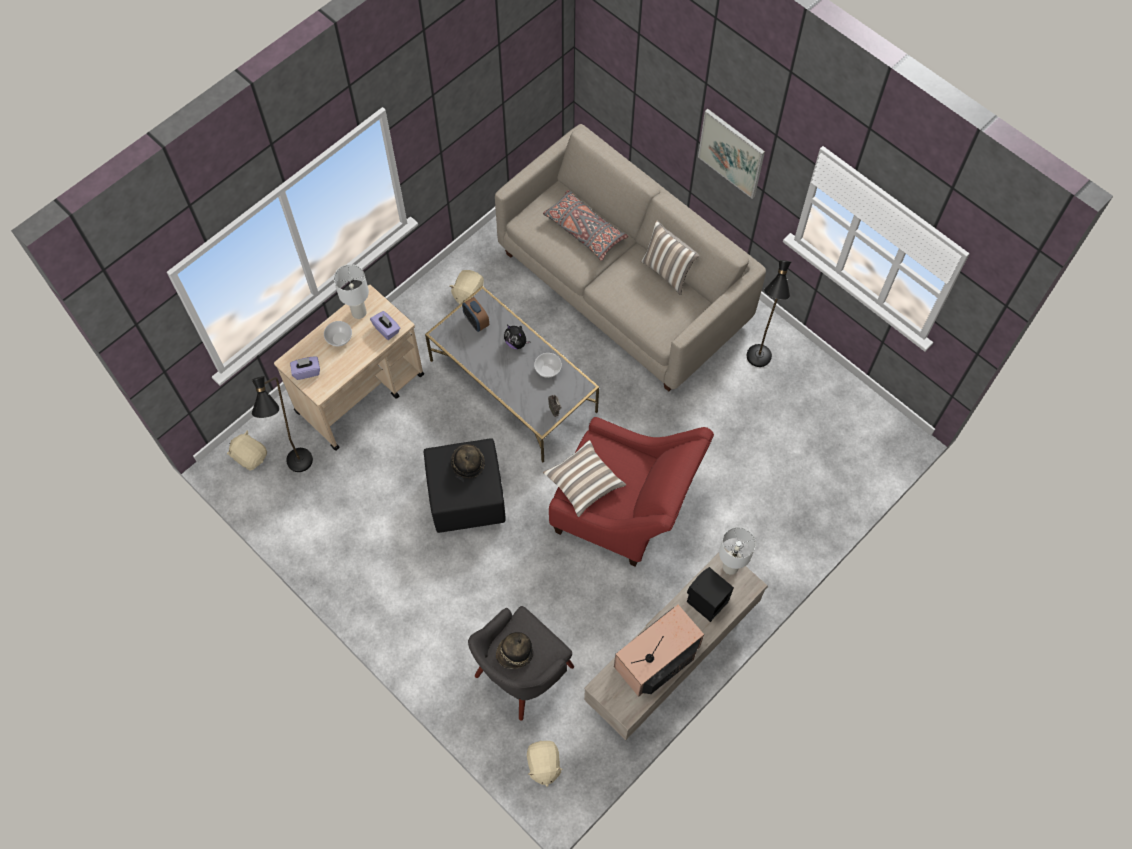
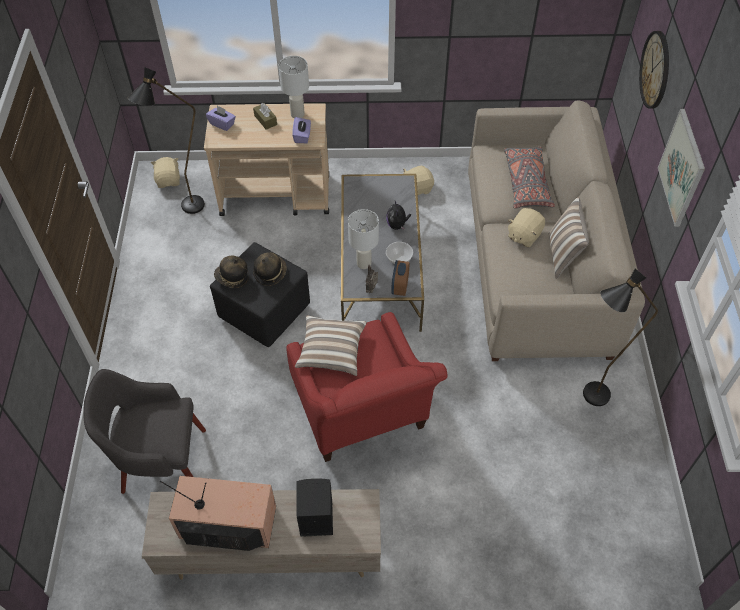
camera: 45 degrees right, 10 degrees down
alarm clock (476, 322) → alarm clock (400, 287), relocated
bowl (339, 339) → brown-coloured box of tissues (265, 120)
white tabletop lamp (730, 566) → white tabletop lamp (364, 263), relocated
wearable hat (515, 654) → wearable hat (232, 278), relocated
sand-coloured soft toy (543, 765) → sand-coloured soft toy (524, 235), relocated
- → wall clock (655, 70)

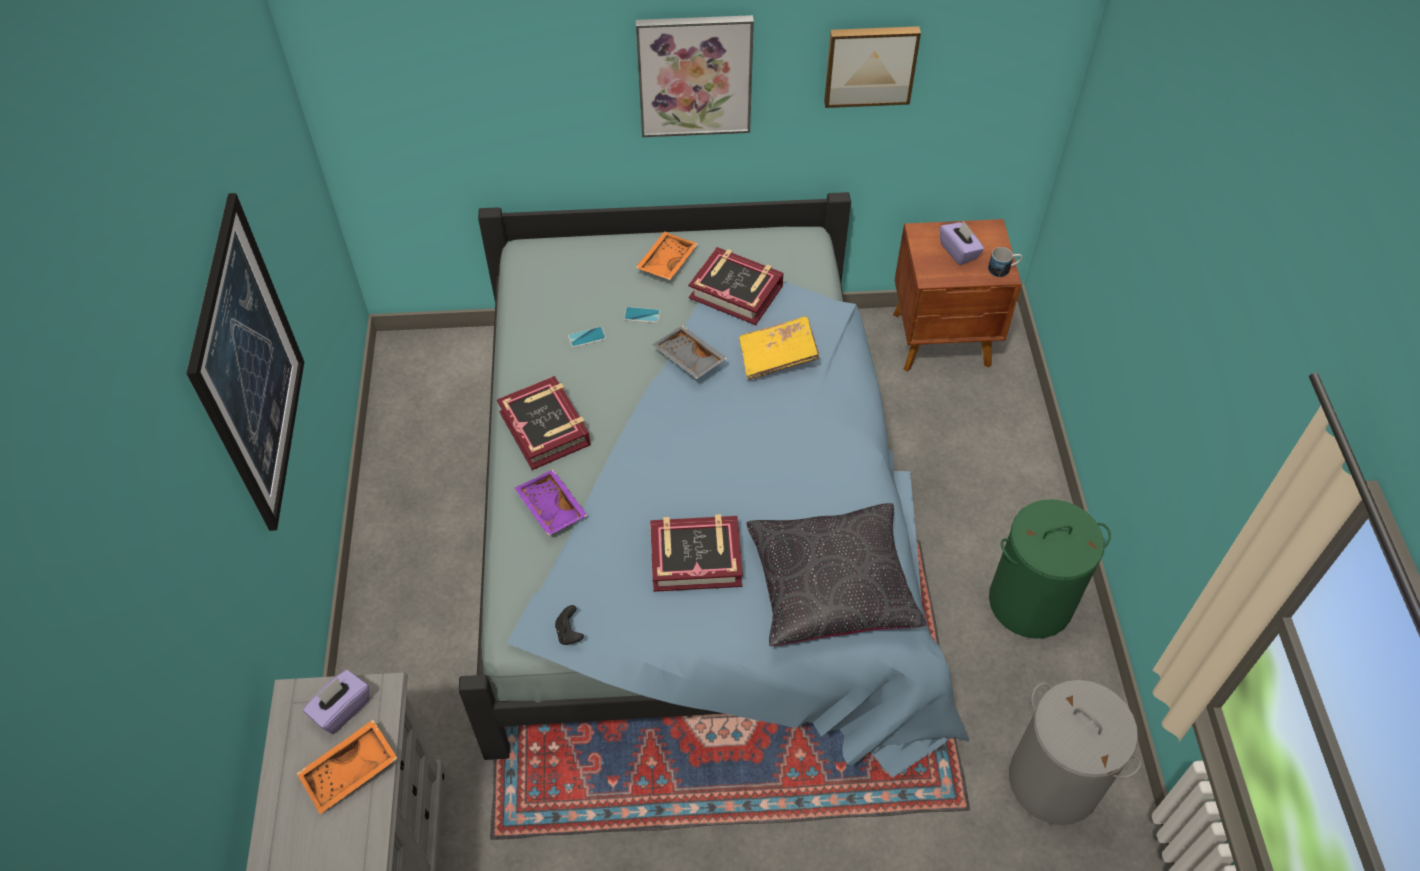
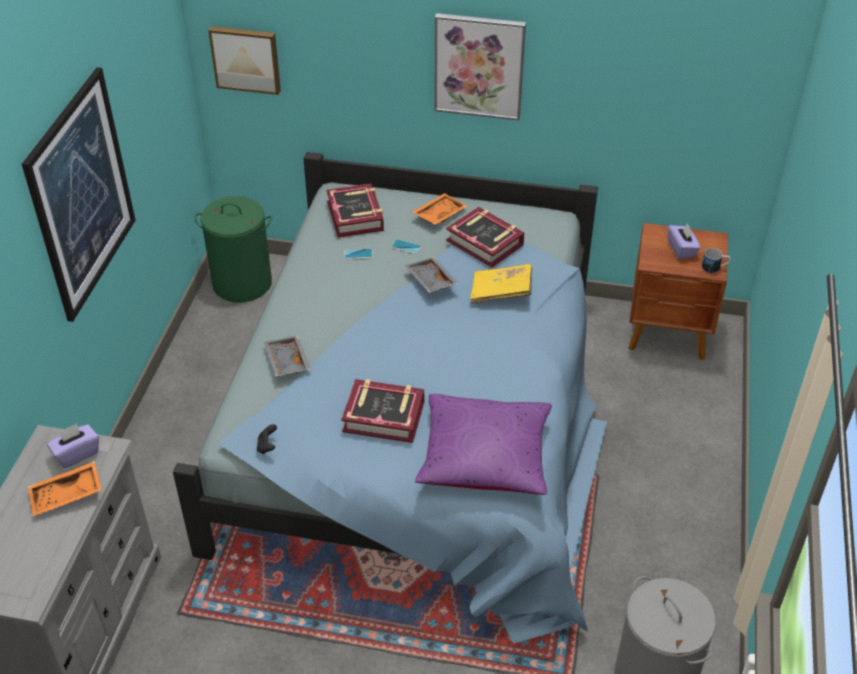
camera: 15 degrees right, 10 degrees down
wall picture (870, 64) → wall picture (246, 58), relocated
volume (545, 428) → volume (356, 216), relocated
purplish carrying tray (550, 508) → gray carrying tray (286, 362)
greenish hamper (1031, 601) → greenish hamper (243, 283), relocated
black pillow (831, 586) → purplish pillow (484, 457)

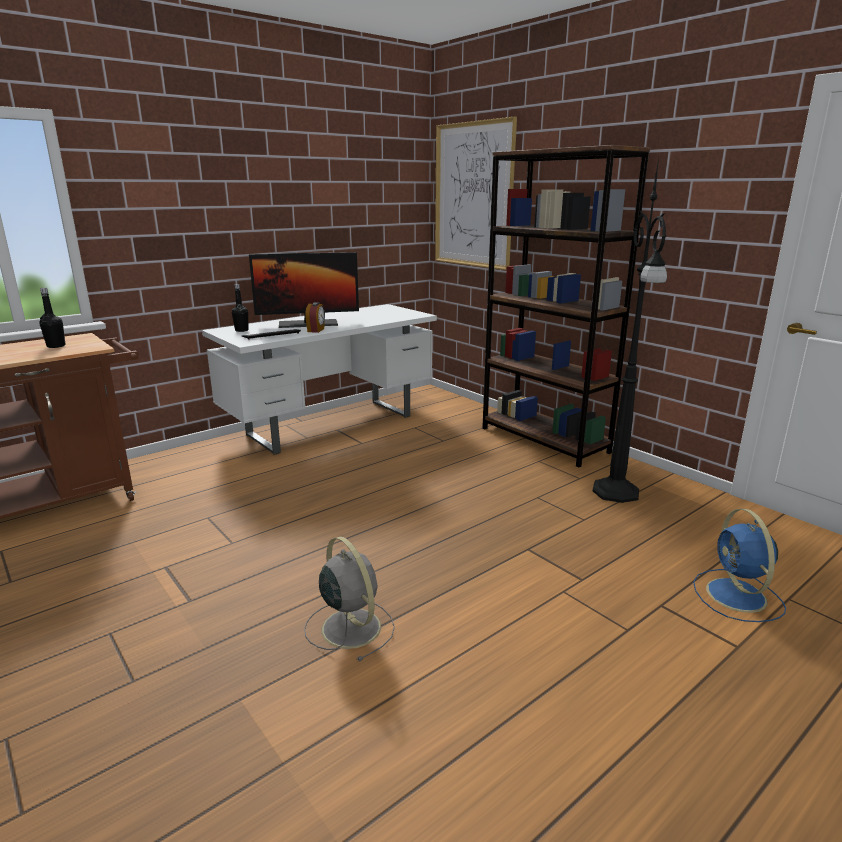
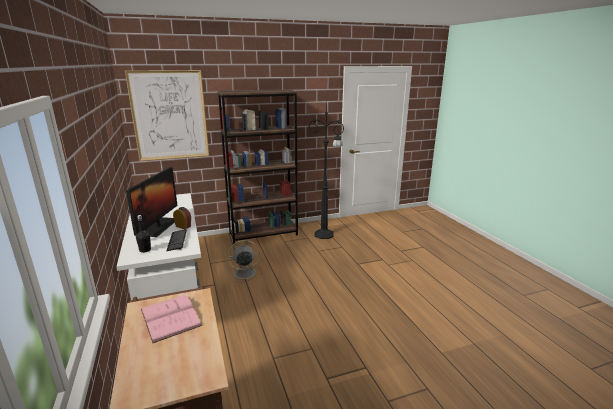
camera: 70 degrees left, 0 degrees up
black beverage bottle (56, 346) → pink volume (170, 317)
blue-coloured fan (737, 597) → -
gray fan (350, 626) → gray fan (243, 273), relocated

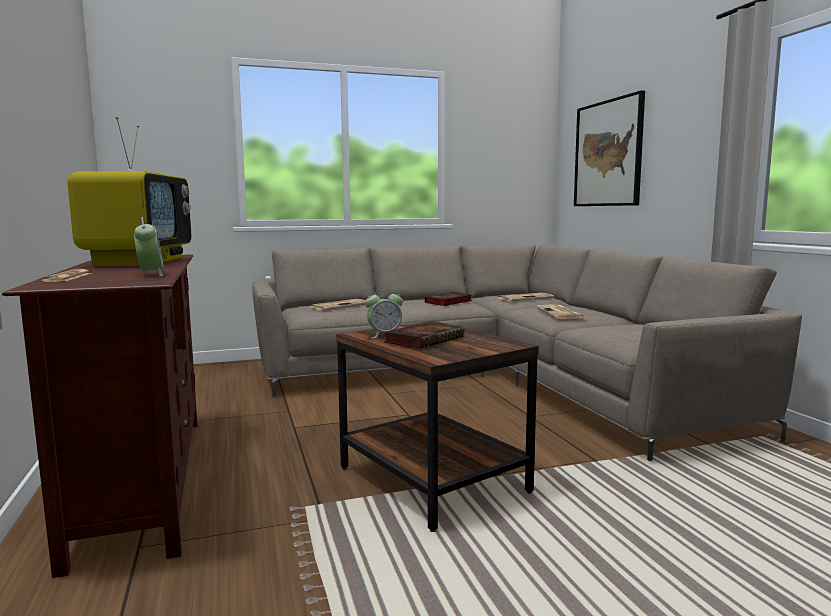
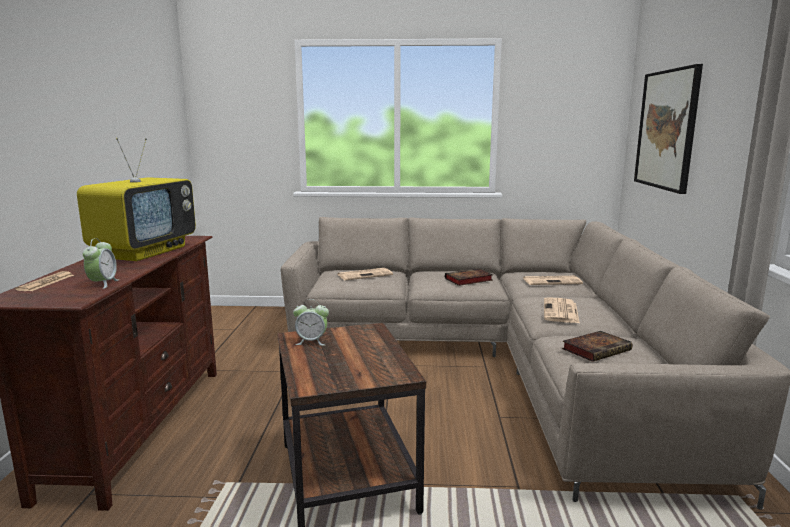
camera: 20 degrees right, 5 degrees up
volume (425, 340) → volume (597, 349), relocated

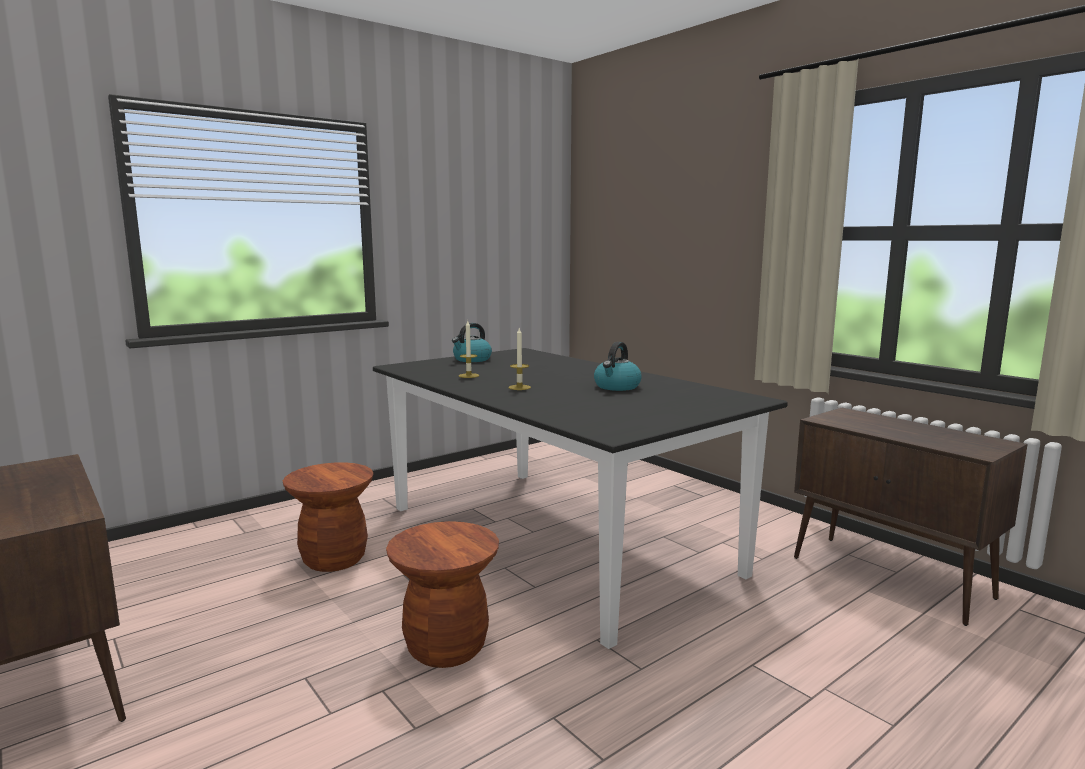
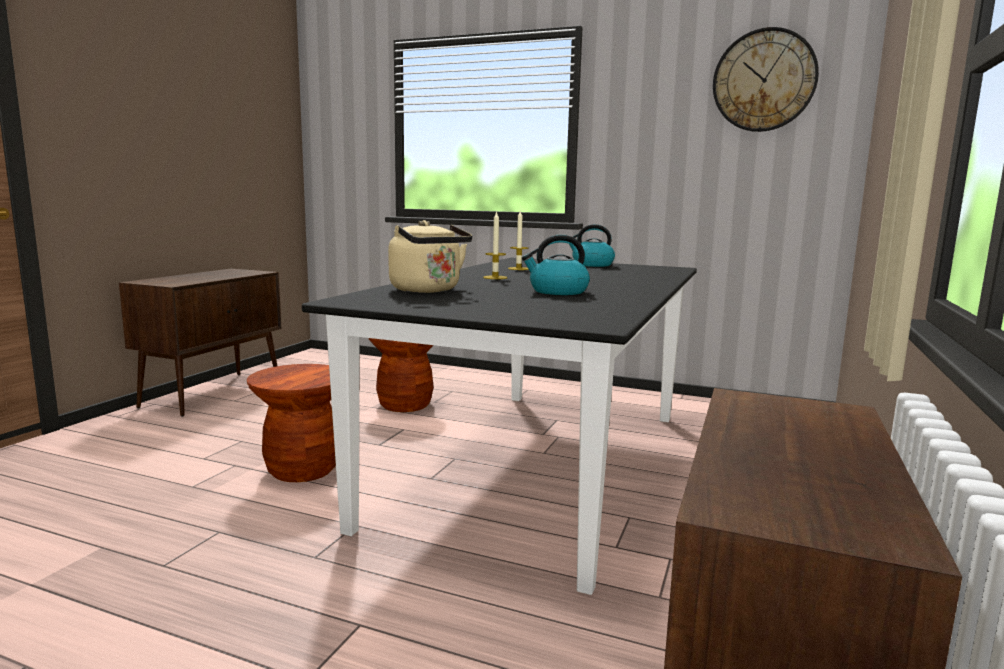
camera: 60 degrees right, 0 degrees up
- → wall clock (764, 80)
- → sand-coloured tea kettle (428, 290)

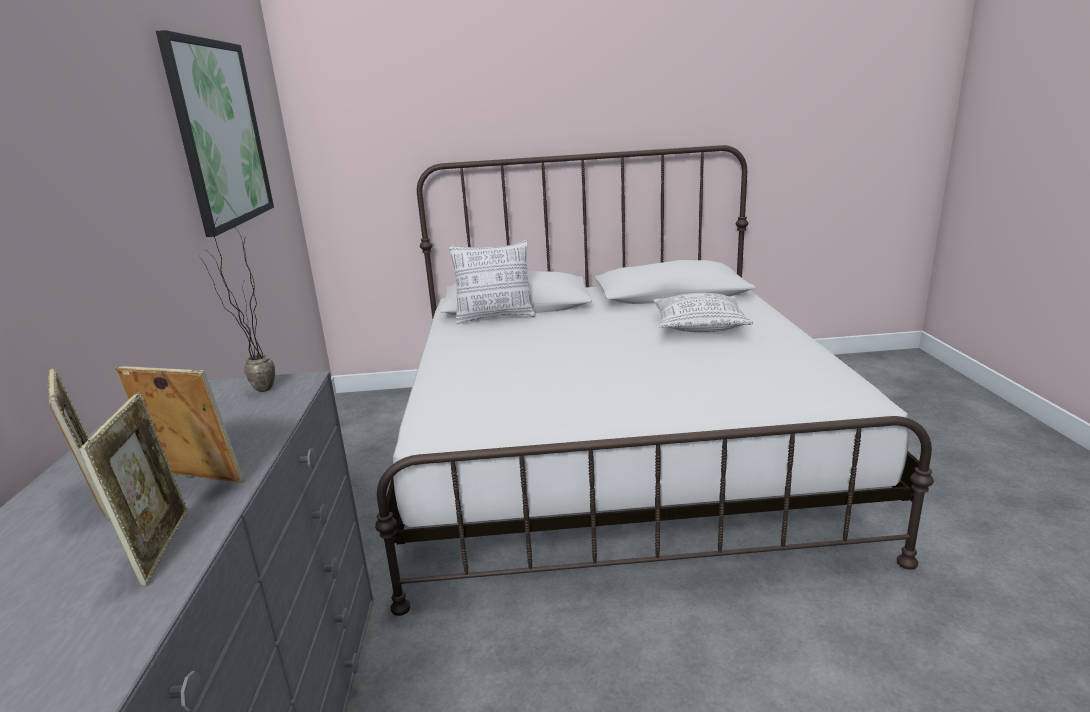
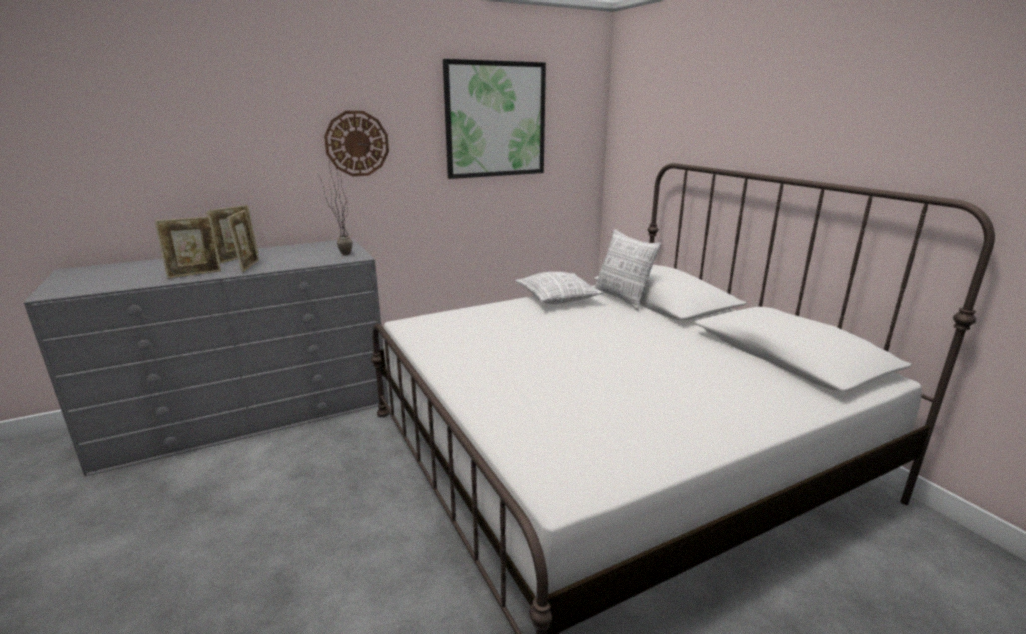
camera: 65 degrees right, 0 degrees up
pillow (699, 326) → pillow (558, 298), relocated
- → wall clock (357, 143)

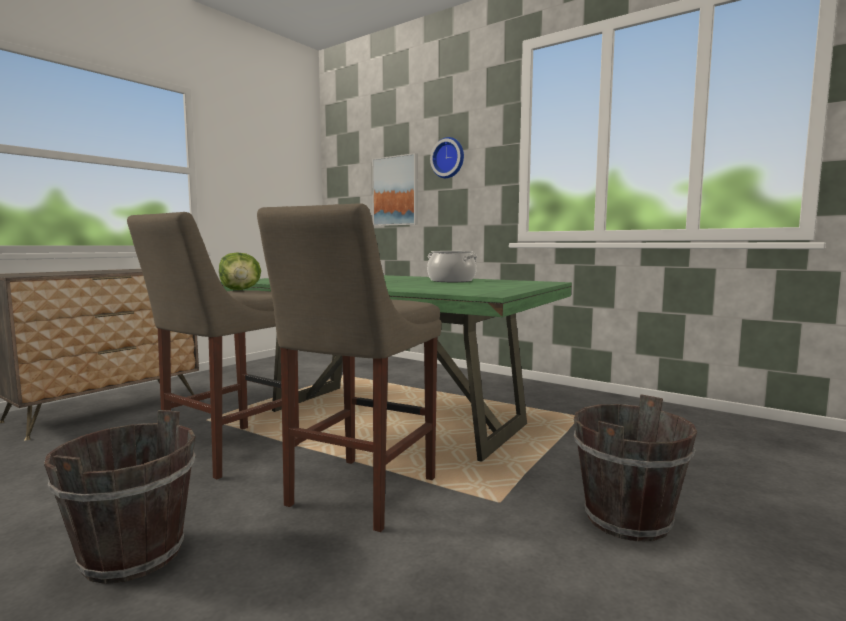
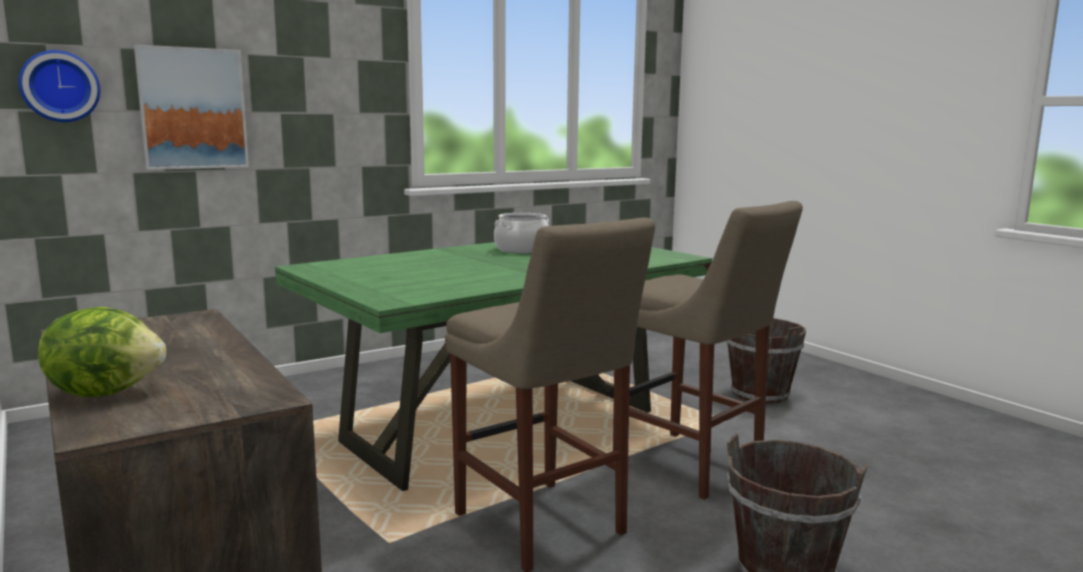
camera: 70 degrees left, 5 degrees up
wall clock (448, 158) → wall clock (60, 86), relocated
head of lettuce (240, 290) → head of lettuce (107, 391), relocated

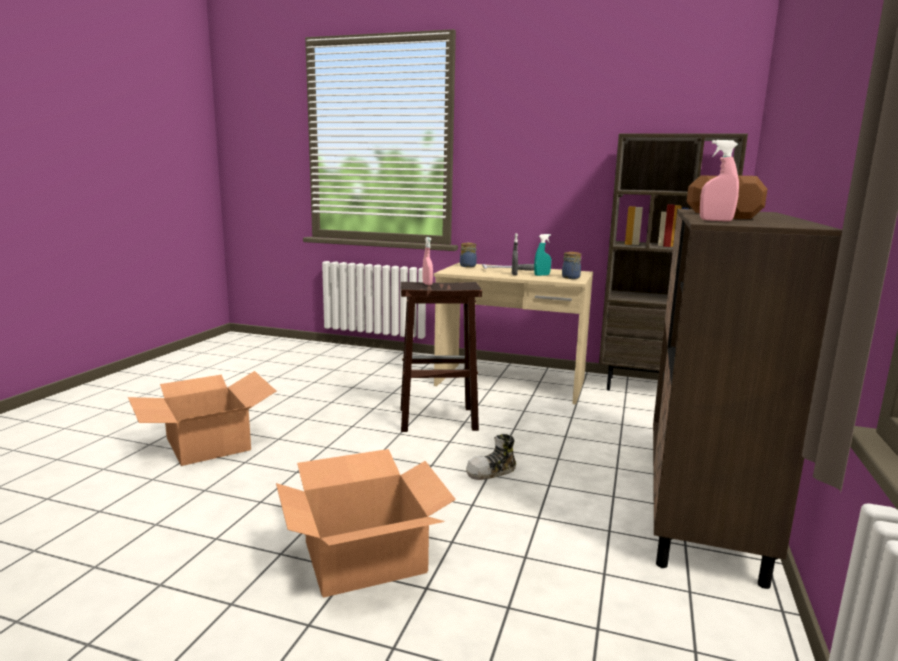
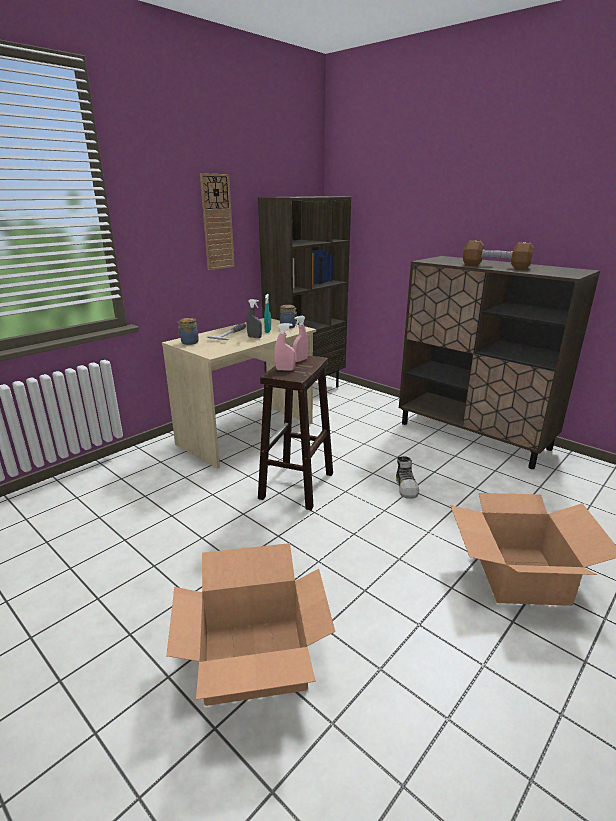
camera: 65 degrees left, 10 degrees up
pink spray bottle (716, 220) → pink spray bottle (300, 360), relocated
- → wall clock (217, 222)

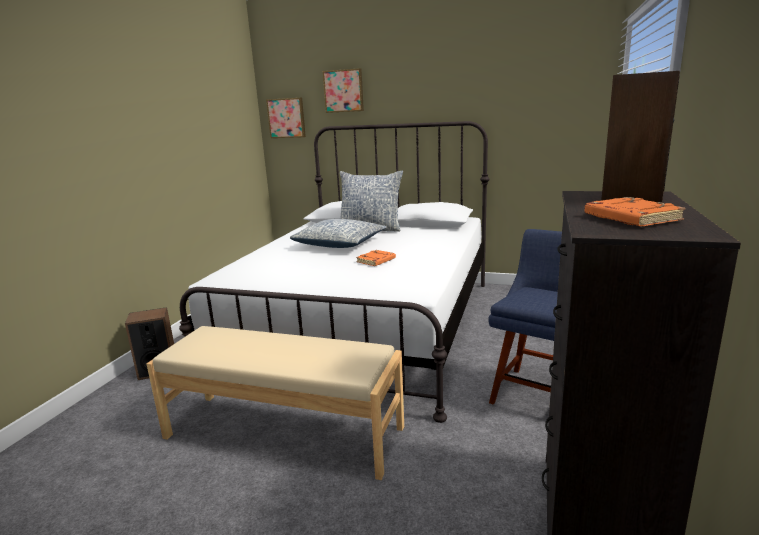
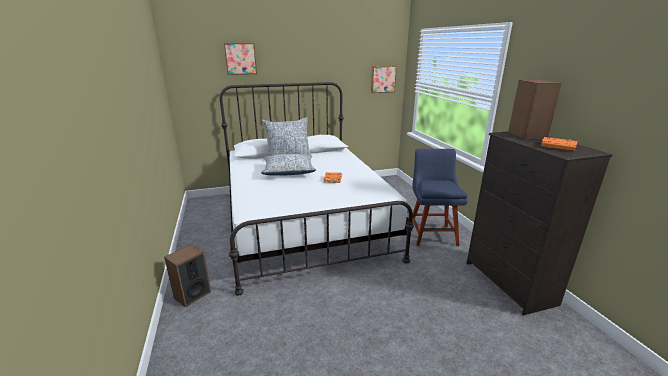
camera: 35 degrees left, 5 degrees up
wall picture (287, 118) → wall picture (383, 79), relocated
sand-coloured indoor bench (284, 431) → -

